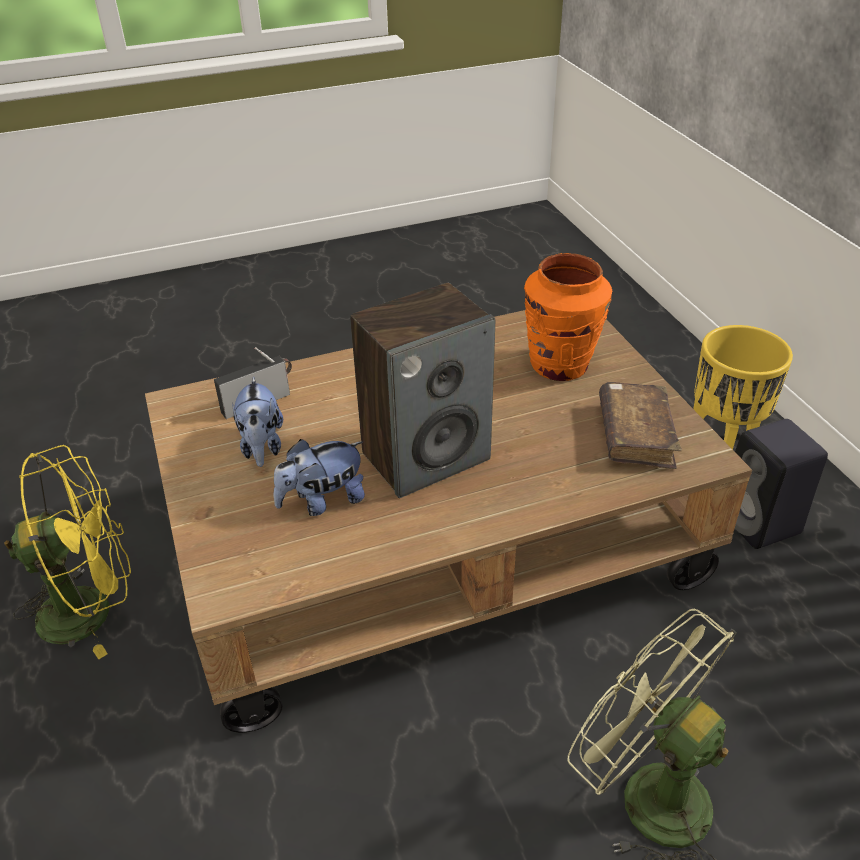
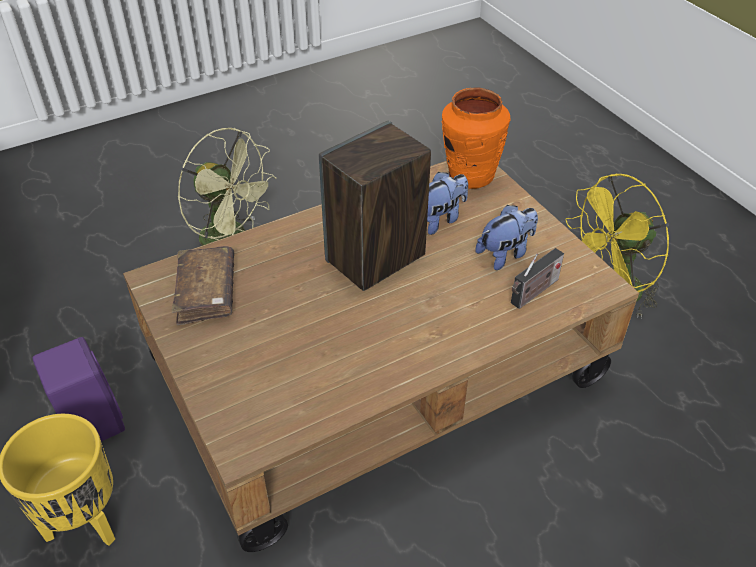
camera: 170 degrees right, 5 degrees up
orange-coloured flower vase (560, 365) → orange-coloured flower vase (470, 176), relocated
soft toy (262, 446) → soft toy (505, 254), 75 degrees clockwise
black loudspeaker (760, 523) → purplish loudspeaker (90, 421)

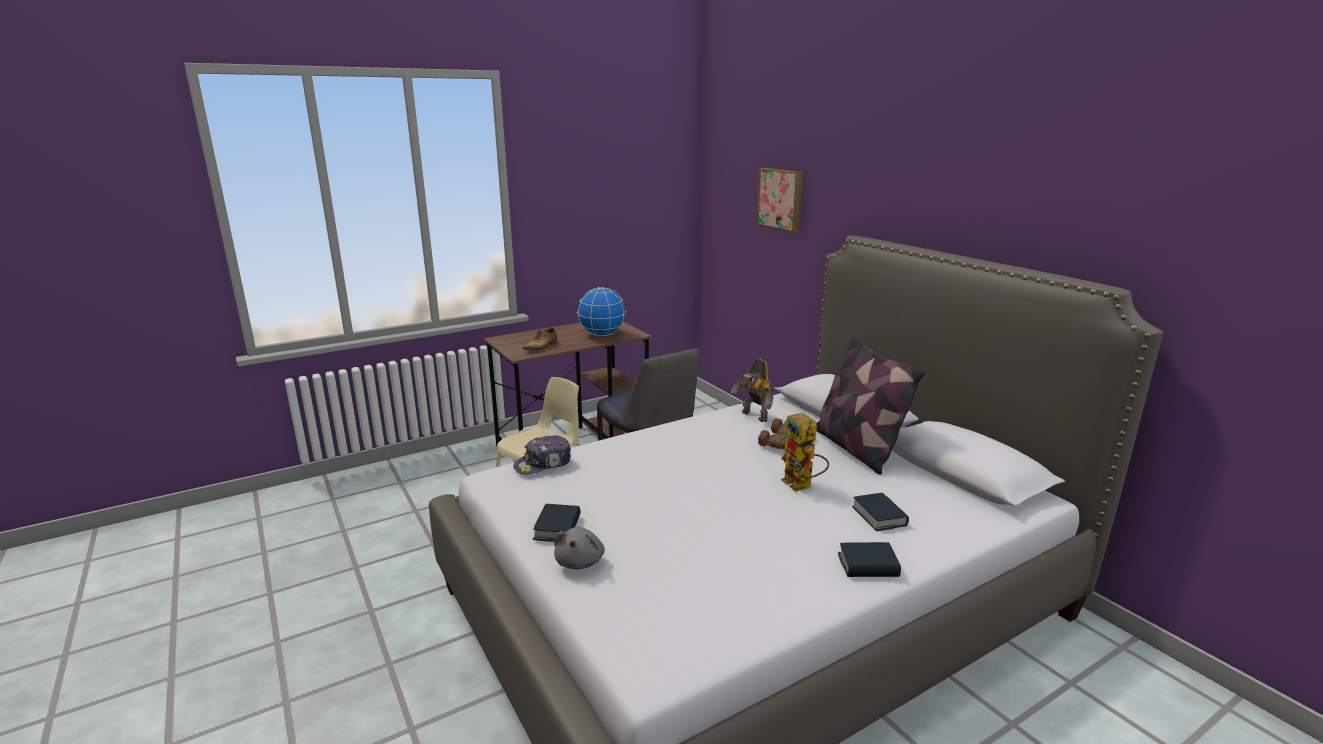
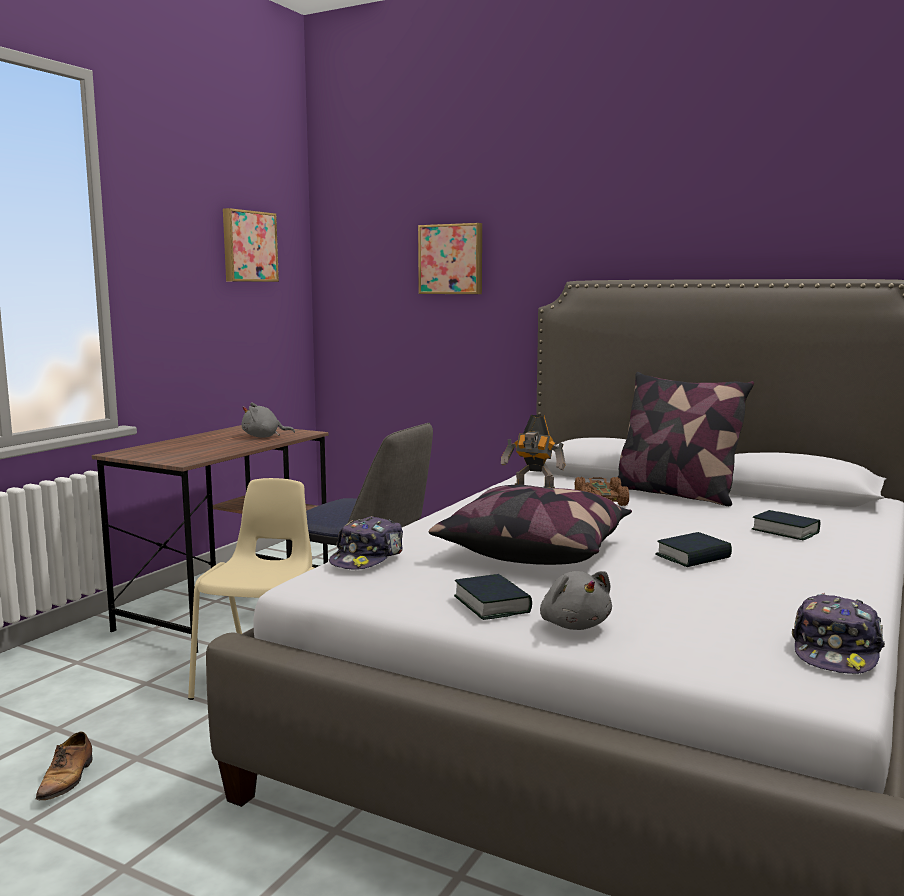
camera: 30 degrees left, 10 degrees down
world globe (602, 335) → gray soft toy (264, 437)
item of footwear (541, 347) → item of footwear (67, 779), relocated
toy robot (802, 486) → -
volume (868, 565) → volume (693, 557), relocated
- → wall picture (248, 246)
- → pillow (534, 551)
- → baseball cap (836, 651)

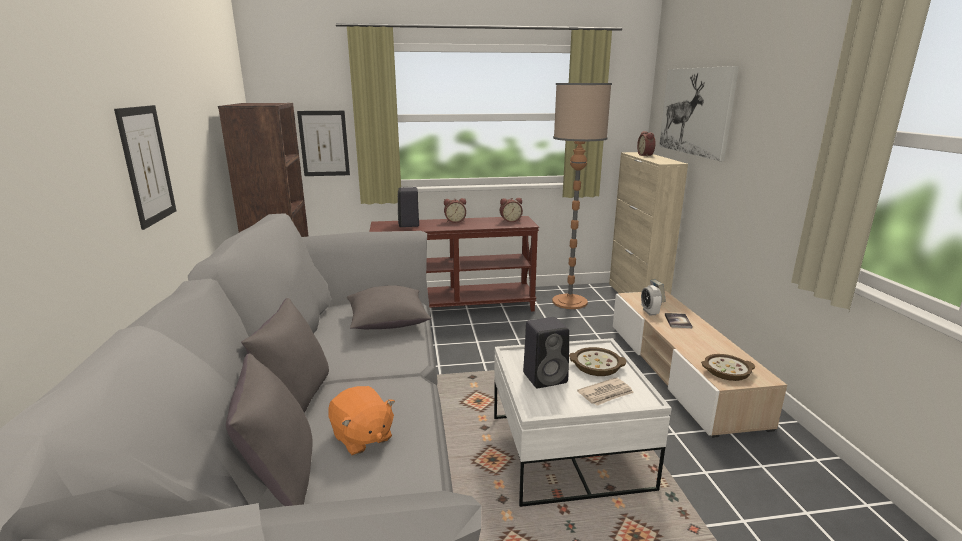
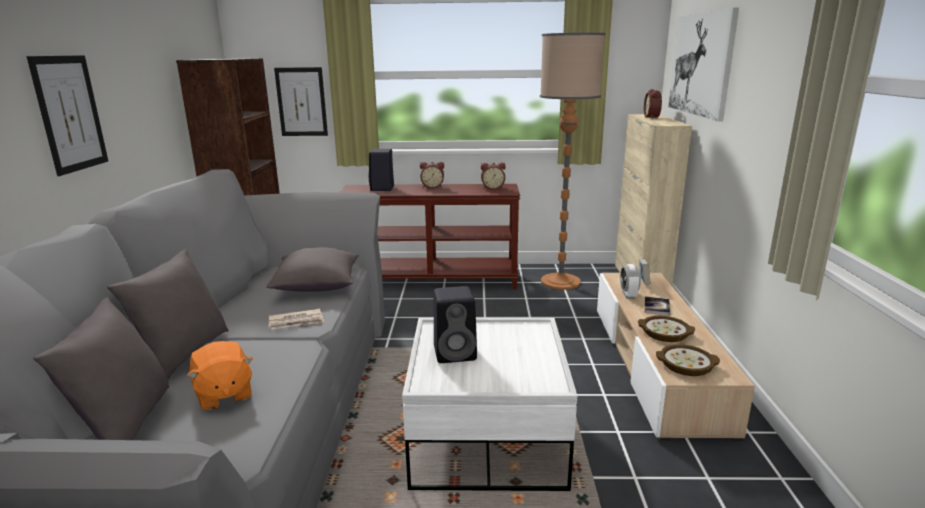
camera: 10 degrees right, 0 degrees up
bowl (596, 366) → bowl (665, 333), relocated
daily paper (606, 394) → daily paper (296, 322), relocated

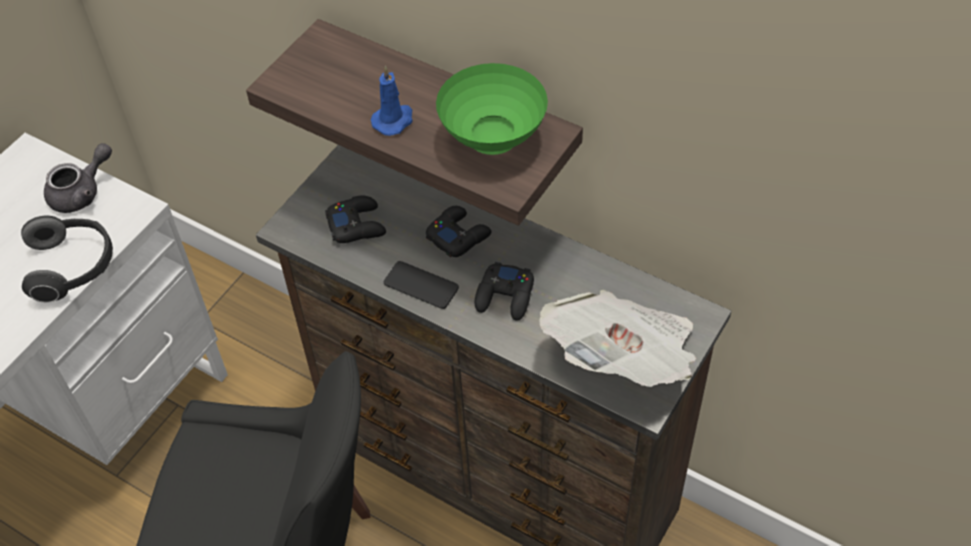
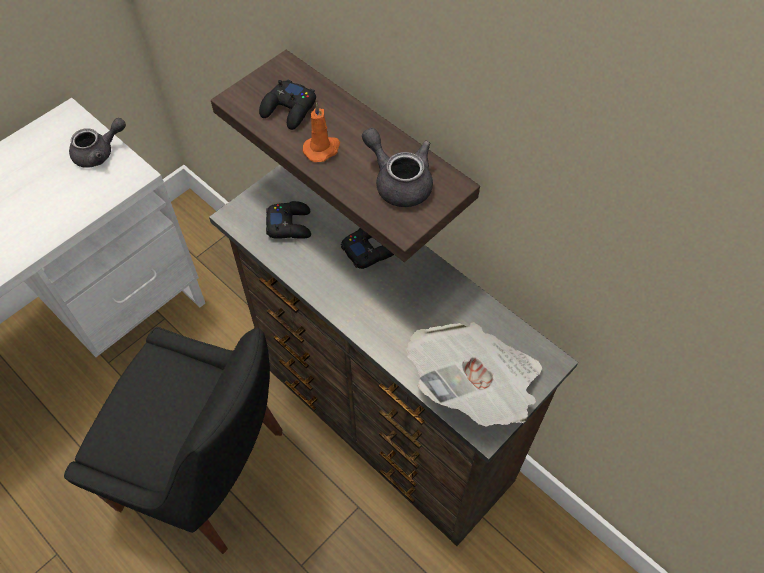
camera: 10 degrees right, 5 degrees up
greenish bowl (491, 139) → gray teapot (399, 181)
blue-coloured wax candle (394, 120) → orange-coloured wax candle (322, 149)
headset (73, 267) → -
phone (421, 285) → -
black gamepad (505, 296) → black gamepad (289, 110), relocated

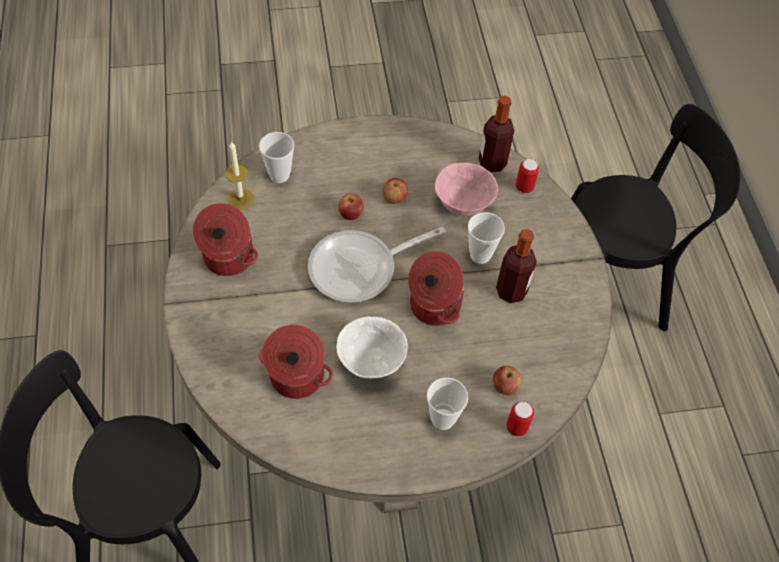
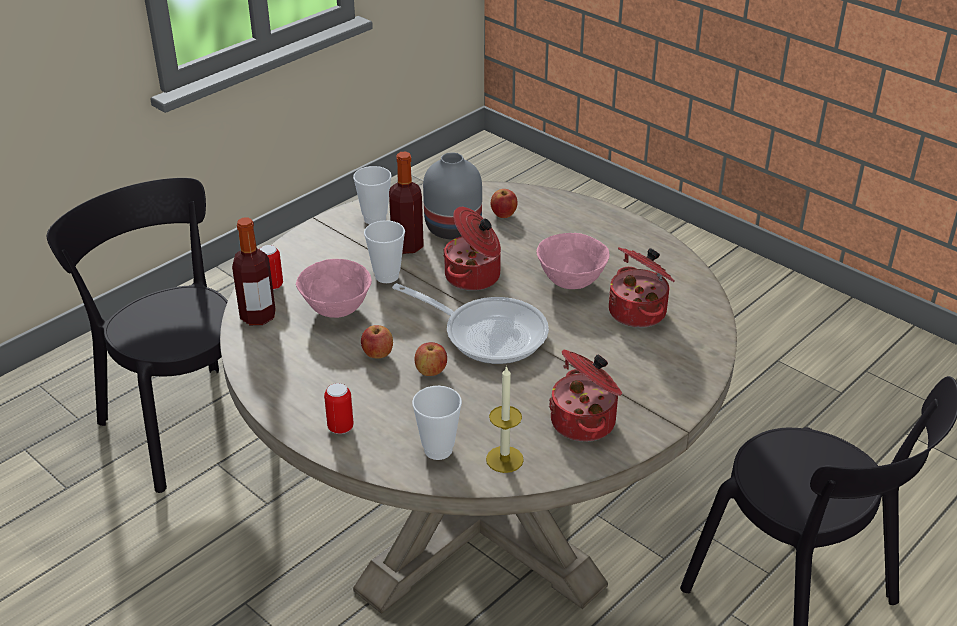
camera: 125 degrees left, 20 degrees down
white bowl (371, 363) → pink bowl (571, 282)
cup (442, 419) → cup (375, 219), relocated
metal can (516, 427) → metal can (340, 427), relocated
- → gray flower vase (453, 229)

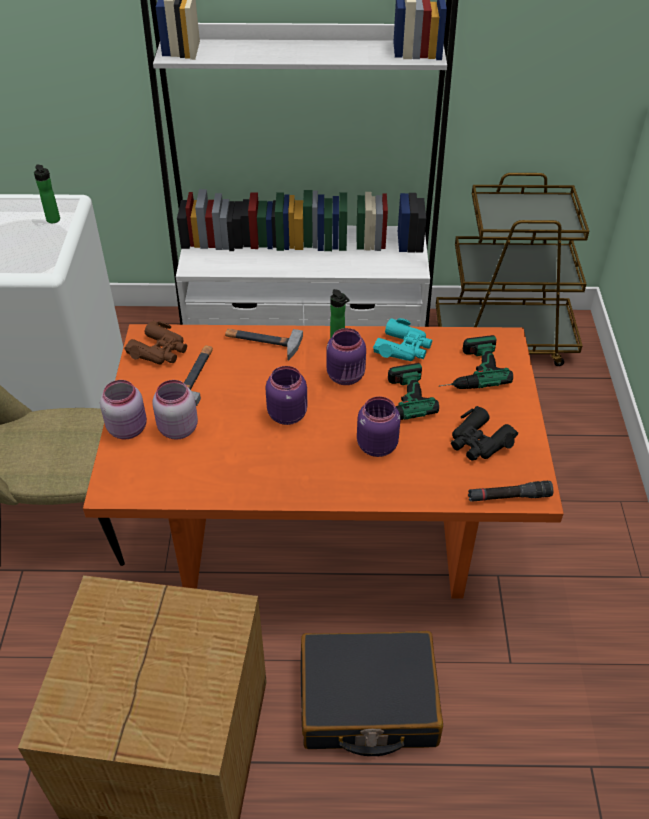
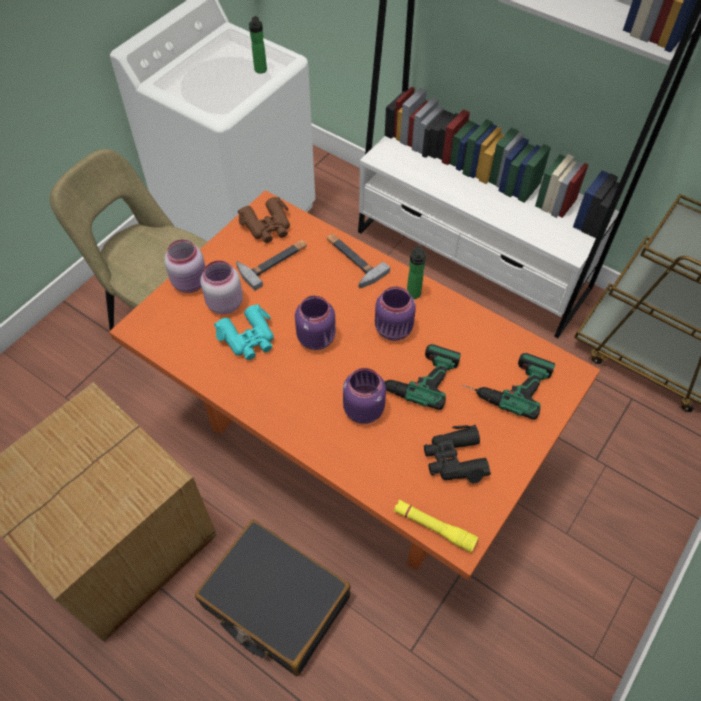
camera: 35 degrees right, 10 degrees up
turquoise-coloured field glasses (403, 348) → turquoise-coloured field glasses (248, 338), relocated
black torch (508, 497) → yellow-coloured torch (434, 527)

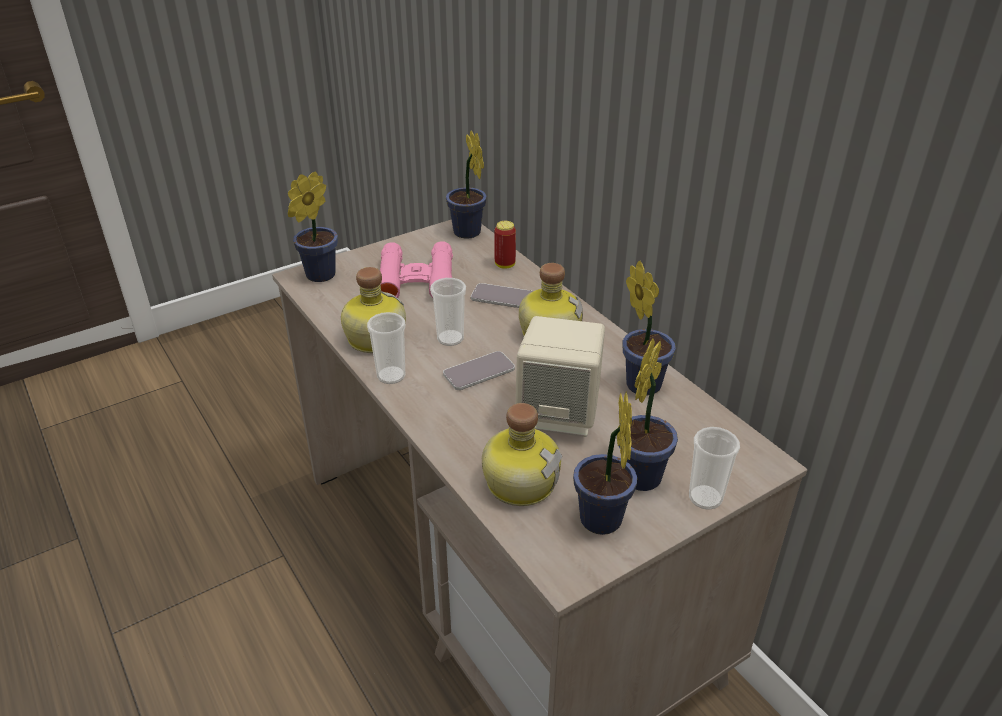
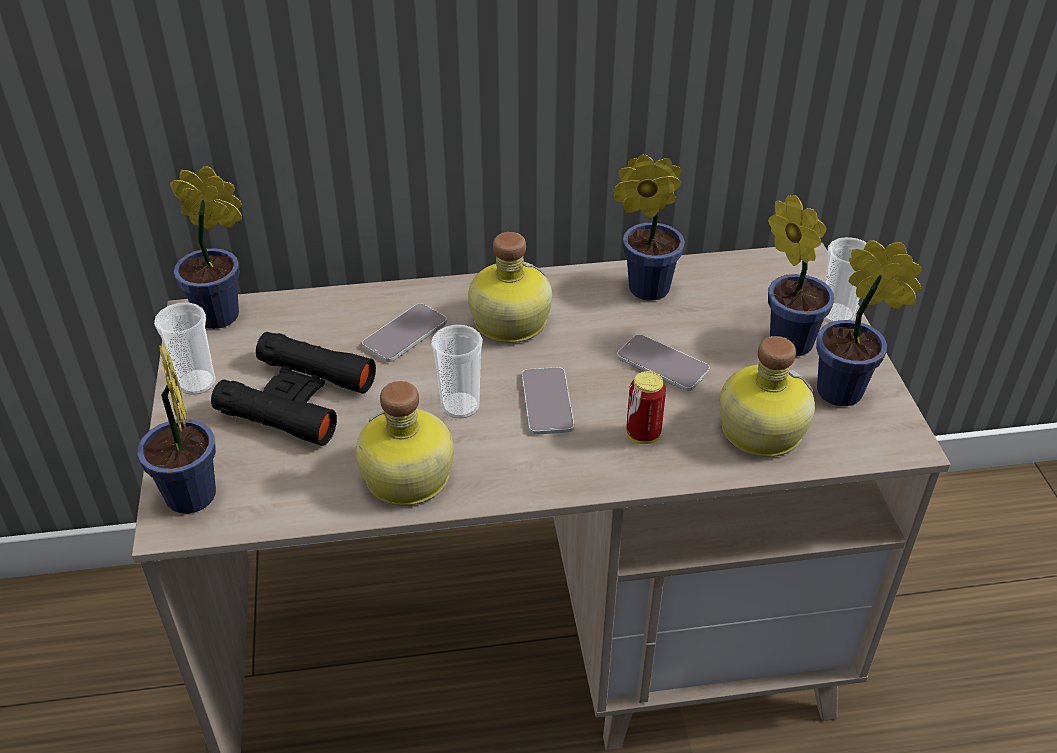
camera: 65 degrees left, 5 degrees up
metal can (505, 265) → metal can (643, 435), relocated
pink field glasses (416, 280) → black field glasses (297, 398)
cup (391, 375) → cup (197, 383), relocated
sand-coloured loudspeaker (559, 413) → phone (662, 364)

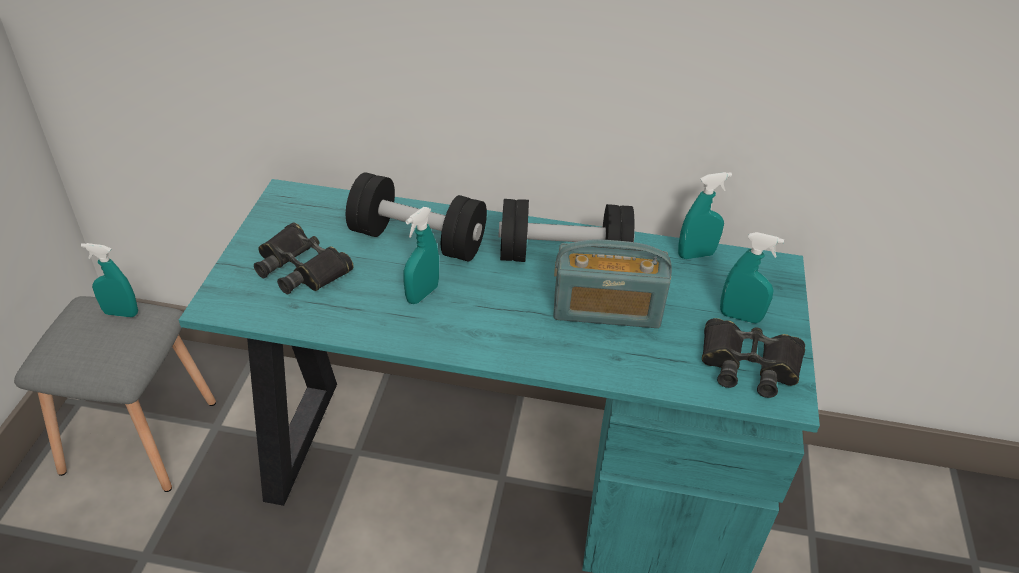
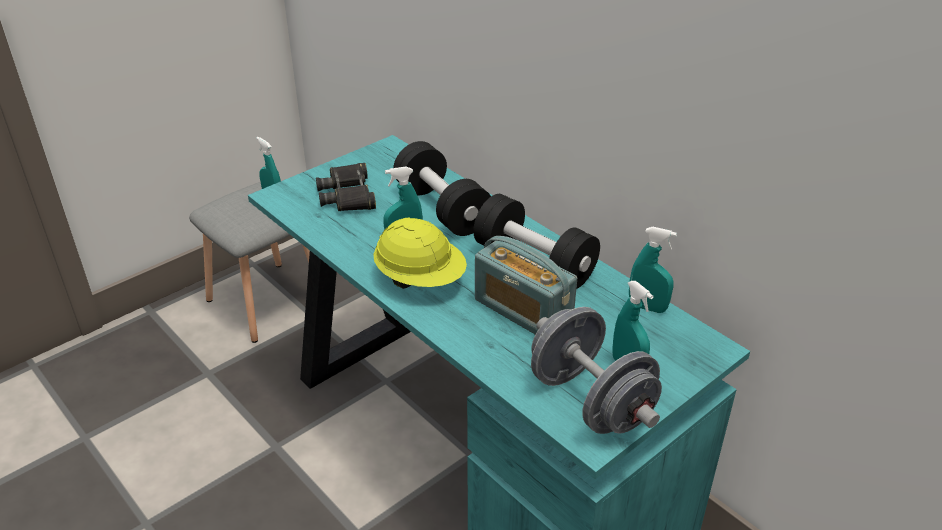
camera: 40 degrees right, 5 degrees down
black field glasses (748, 364) → gray free weight (590, 401)
- → yellow-coloured work helmet (420, 279)

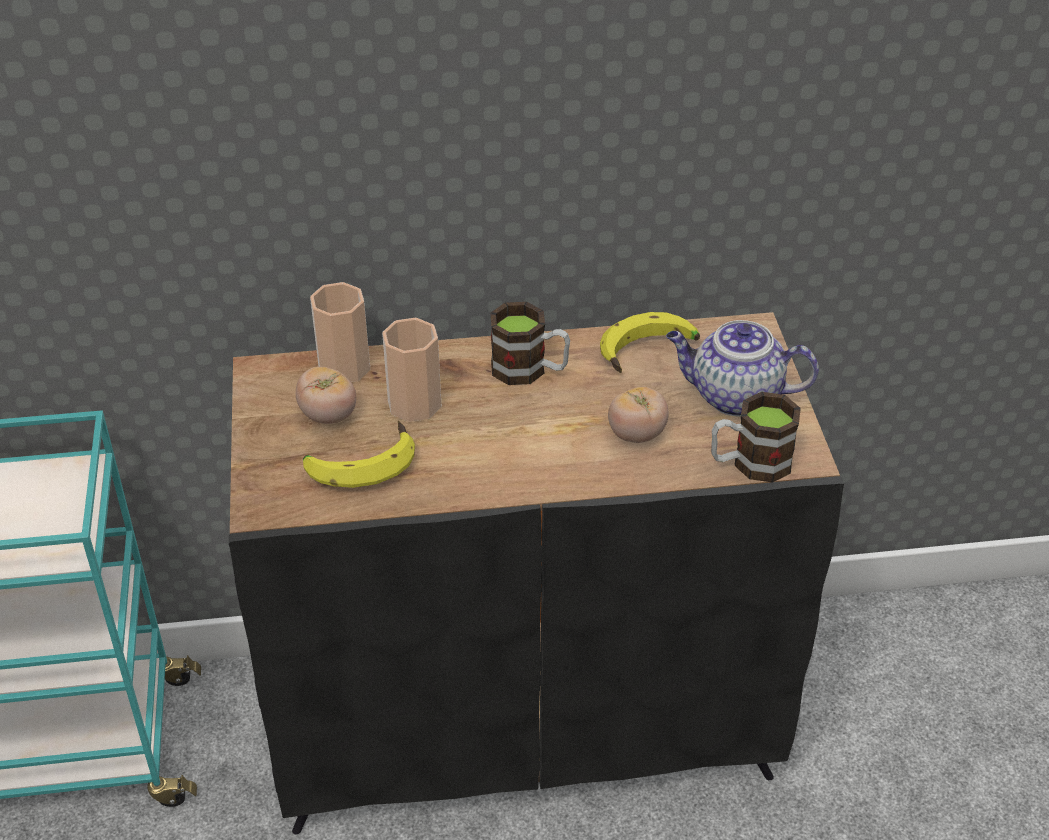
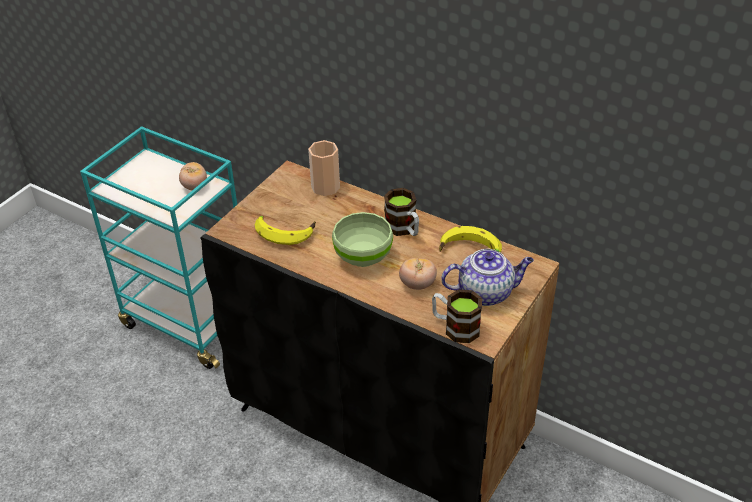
camera: 40 degrees right, 0 degrees up
cup (414, 404) → -
teapot (734, 396) → teapot (486, 292), 120 degrees clockwise
whole tomato (328, 415) → whole tomato (194, 186), relocated
- → greenish bowl (362, 257)

